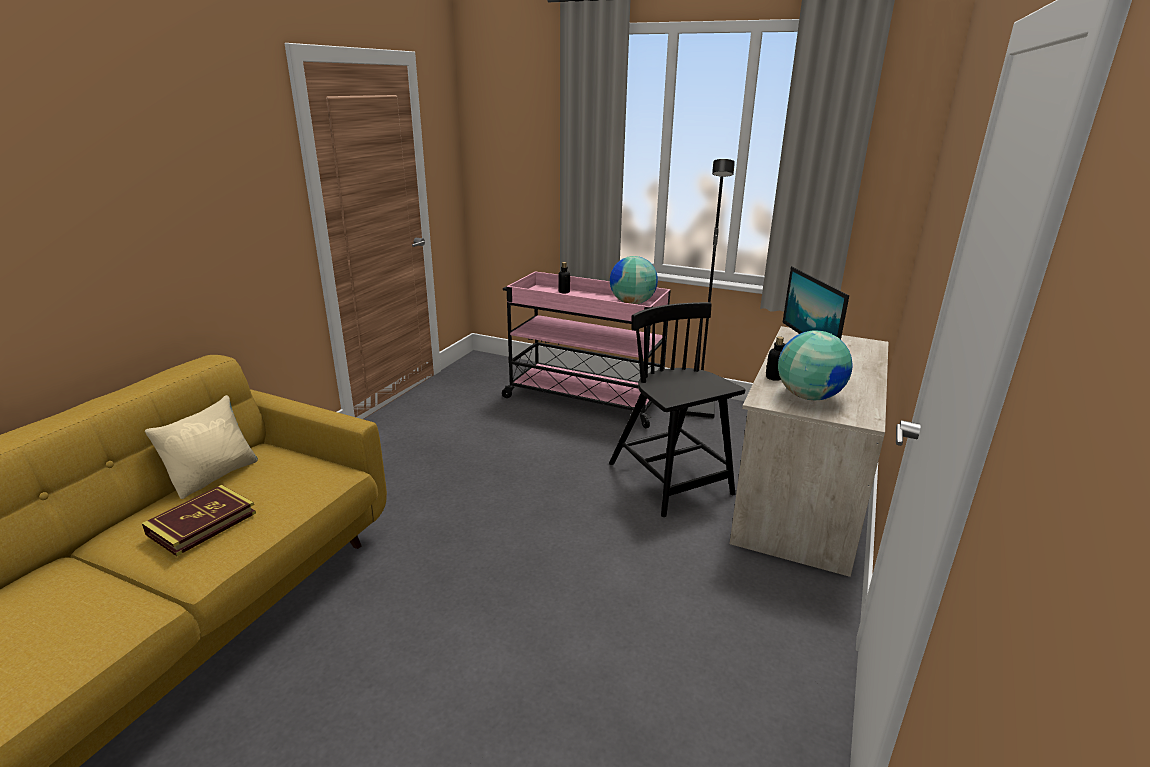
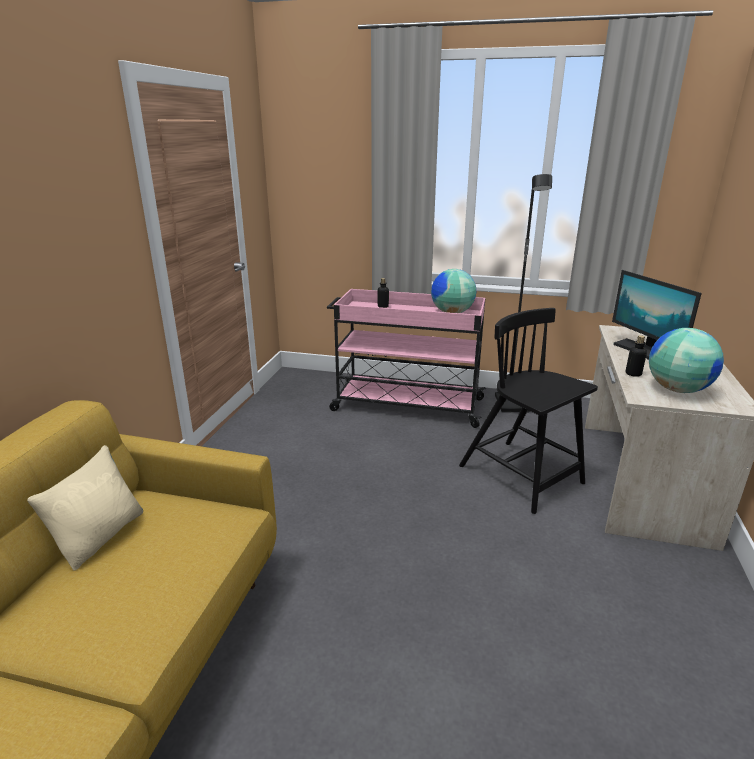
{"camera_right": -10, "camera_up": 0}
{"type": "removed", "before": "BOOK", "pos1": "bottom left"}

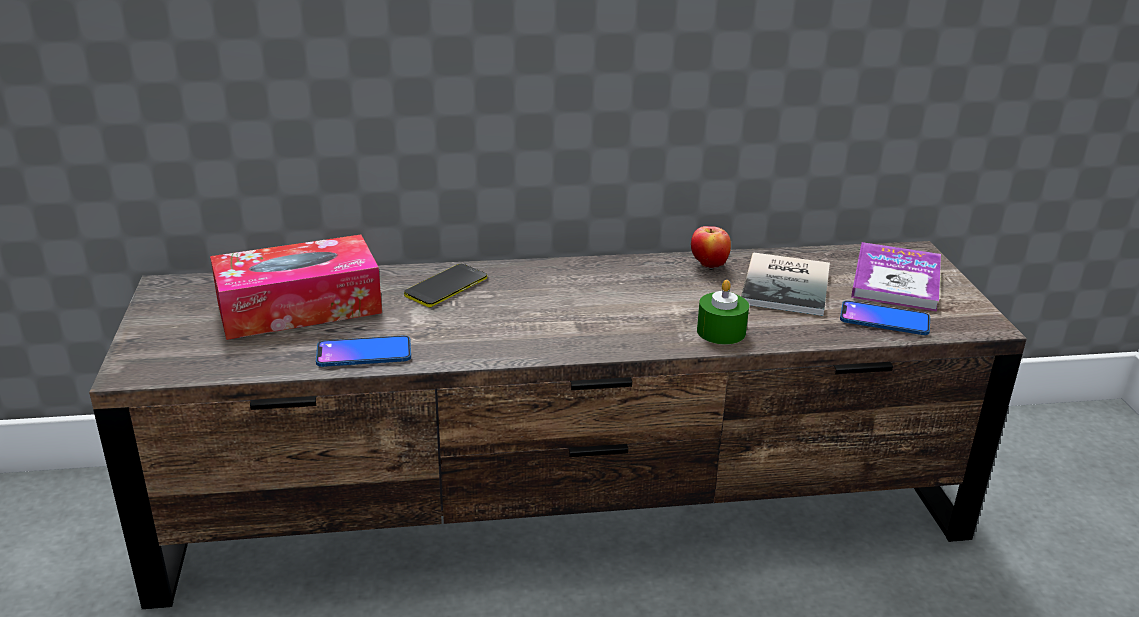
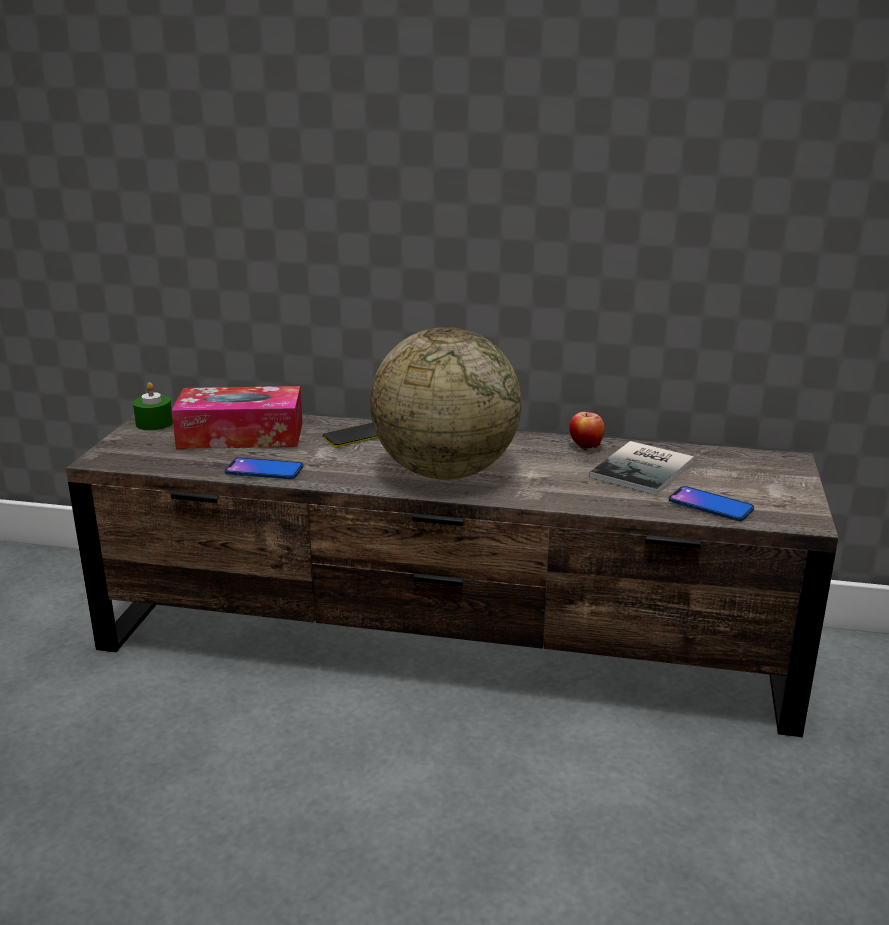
{"camera_right": 20, "camera_up": -5}
{"type": "moved", "before": "GREEN CANDLE", "pos1": "centre", "pos2": "middle left"}
{"type": "added", "after": "GLOBE", "pos2": "centre"}
{"type": "removed", "before": "BOOK (2nd from left)", "pos1": "middle right"}

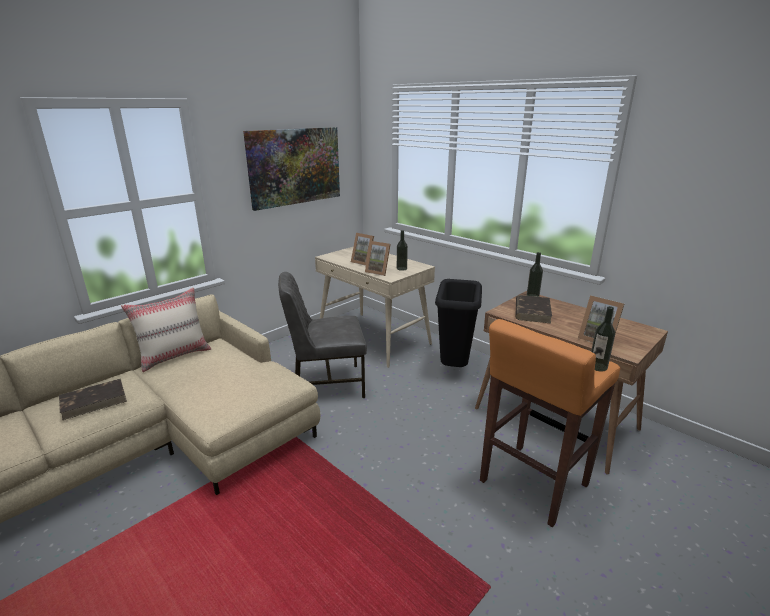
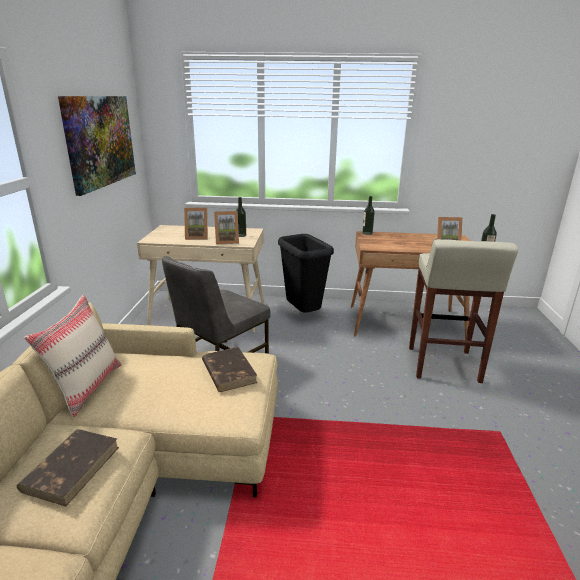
{"camera_right": -40, "camera_up": 0}
{"type": "moved", "before": "BROWN BOOK (2nd from left)", "pos1": "middle right", "pos2": "centre"}
{"type": "recoloured", "before": "ORANGE STOOL", "after": "BEIGE STOOL", "pos1": "bottom right", "pos2": "middle right"}

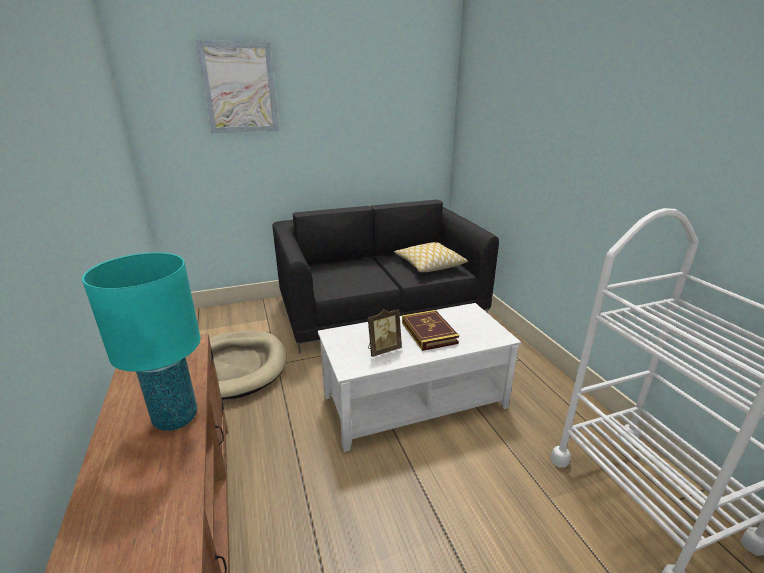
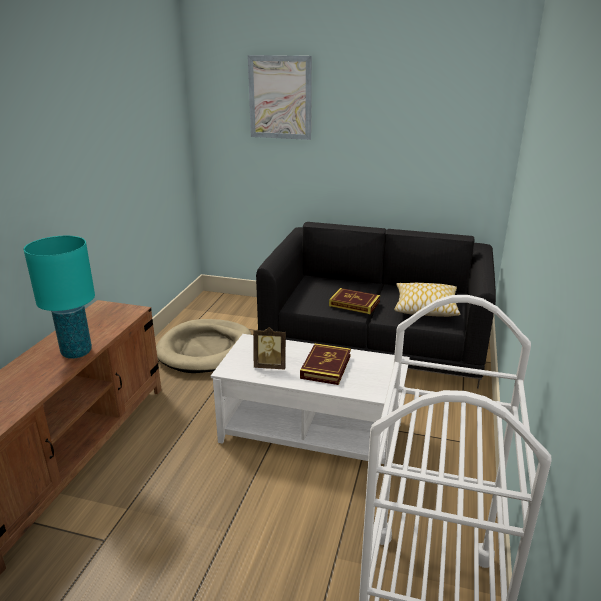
{"camera_right": 35, "camera_up": 0}
{"type": "added", "after": "BOOK (2nd from left)", "pos2": "centre"}

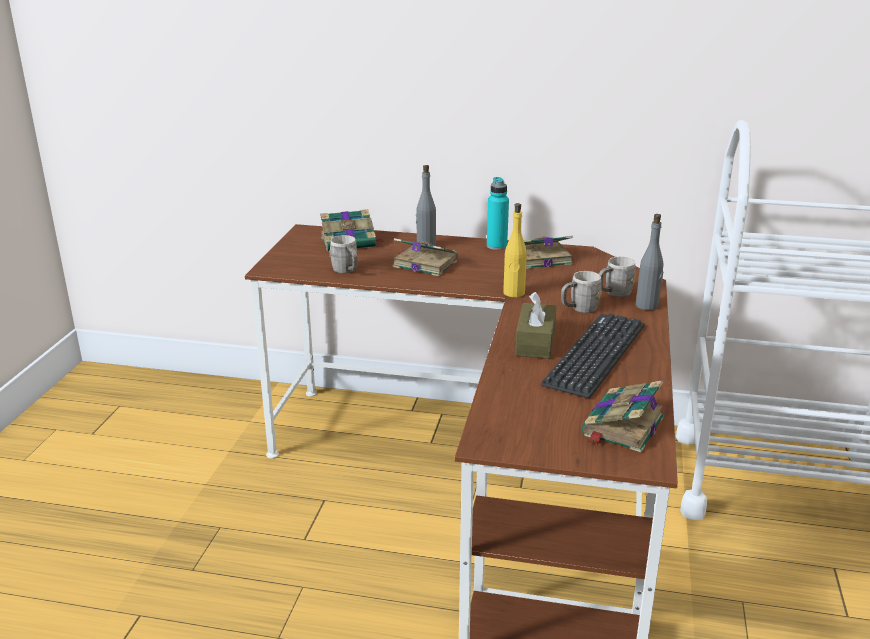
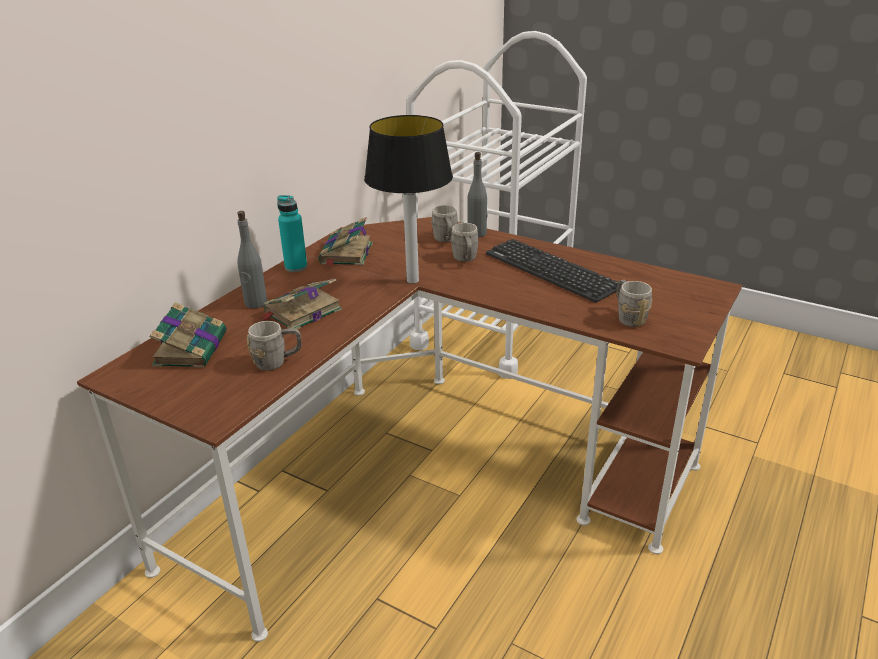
{"camera_right": -70, "camera_up": 5}
{"type": "replaced", "before": "YELLOW BOTTLE", "after": "TABLE LAMP", "pos1": "centre", "pos2": "top centre"}
{"type": "added", "after": "GREY MUG (4th from left)", "pos2": "middle right"}
{"type": "removed", "before": "BROWN TISSUE BOX", "pos1": "centre"}
{"type": "removed", "before": "BOOK (4th from left)", "pos1": "middle right"}

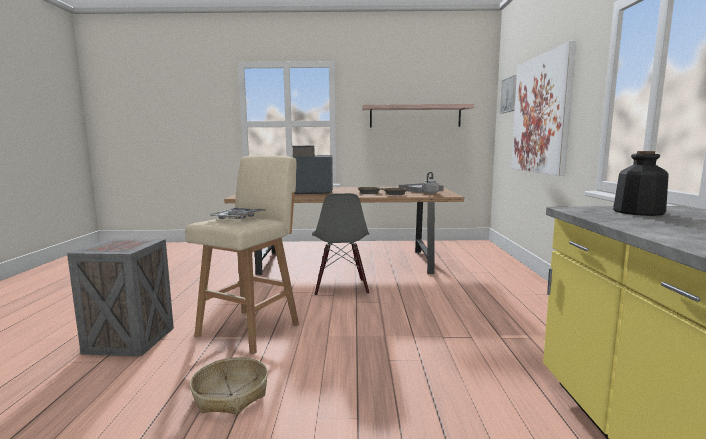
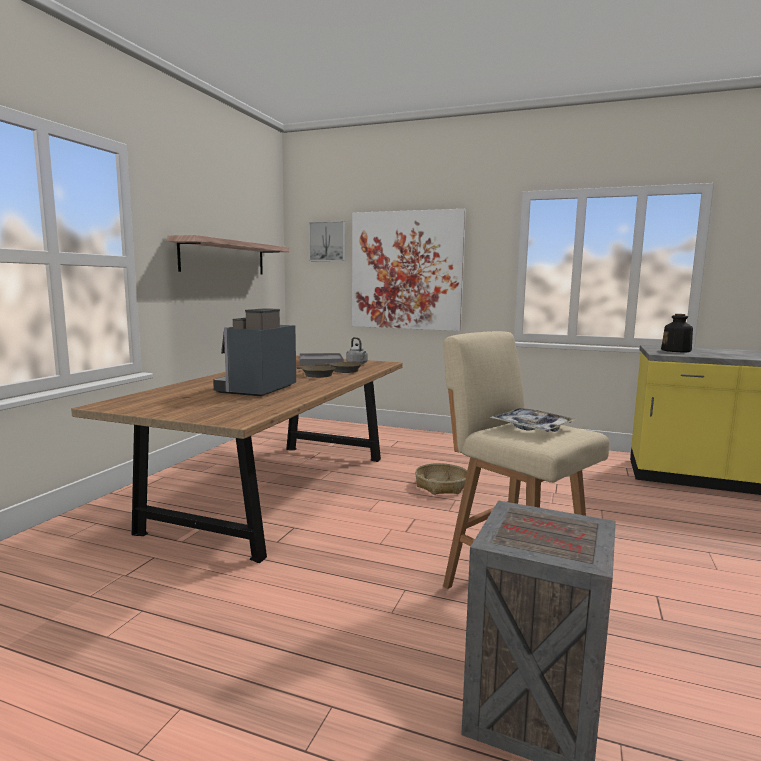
{"camera_right": -70, "camera_up": 0}
{"type": "moved", "before": "BASKET", "pos1": "bottom left", "pos2": "centre"}
{"type": "removed", "before": "GREY CHAIR", "pos1": "centre"}

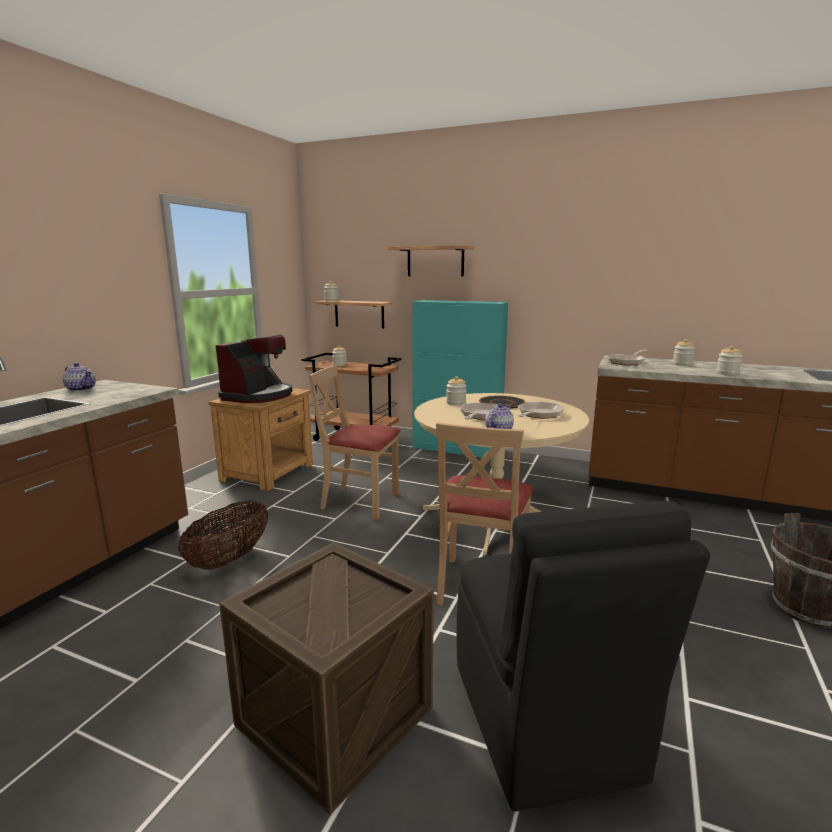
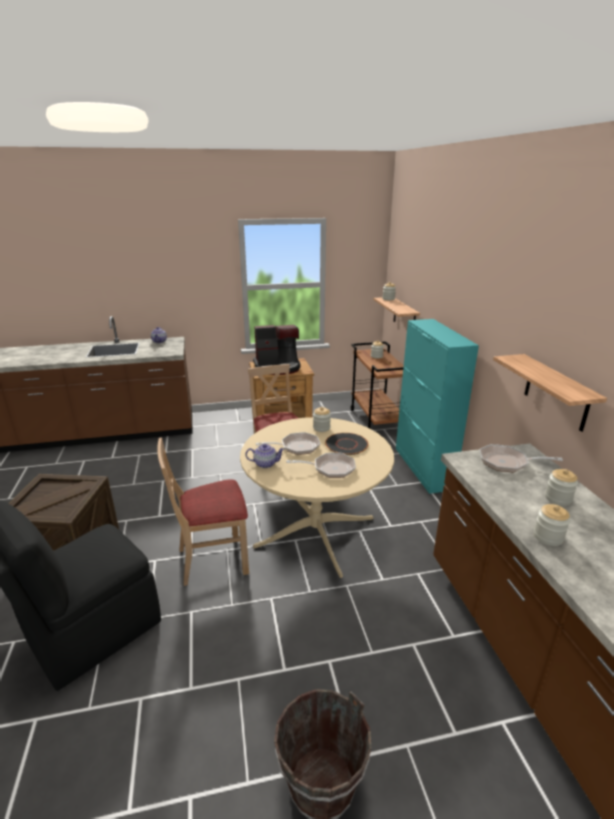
{"camera_right": 55, "camera_up": 10}
{"type": "moved", "before": "SHELF (2nd from left)", "pos1": "top centre", "pos2": "middle right"}
{"type": "removed", "before": "BASKET", "pos1": "middle left"}

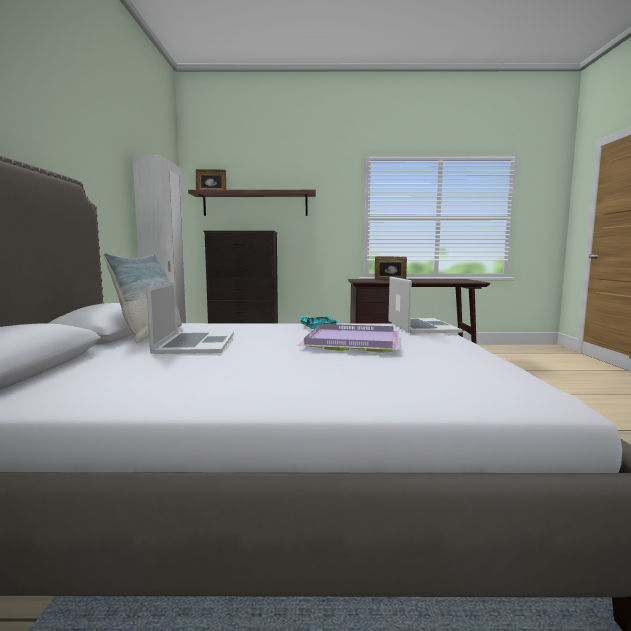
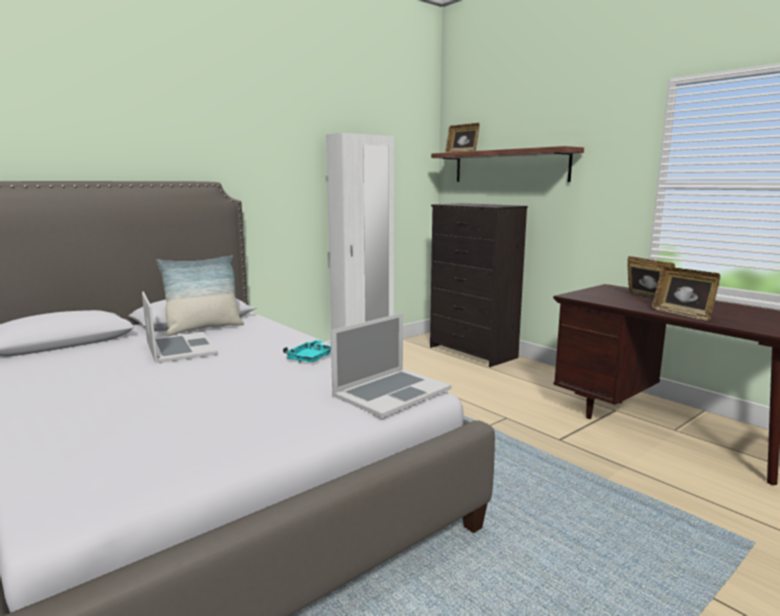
{"camera_right": 50, "camera_up": 5}
{"type": "turned", "before": "LAPTOP (1st from left)", "pos1": "middle left", "pos2": "middle left", "turn": -75}
{"type": "added", "after": "PICTURE FRAME (3rd from left)", "pos2": "middle right"}
{"type": "removed", "before": "PURPLE TRAY", "pos1": "centre"}

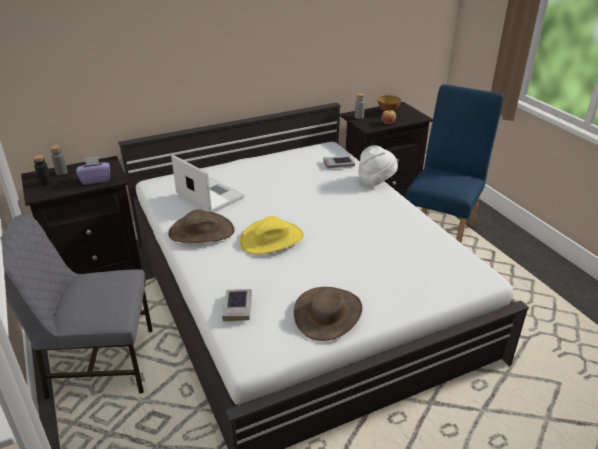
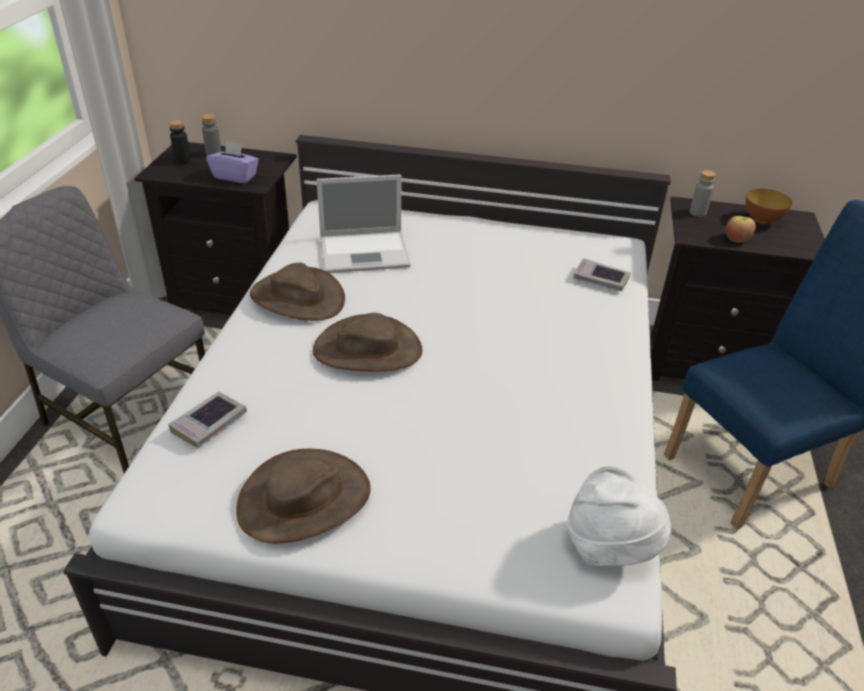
{"camera_right": 35, "camera_up": 5}
{"type": "recoloured", "before": "YELLOW HAT", "after": "BROWN HAT (3rd from left)", "pos1": "centre", "pos2": "centre"}
{"type": "turned", "before": "LAPTOP", "pos1": "centre", "pos2": "top centre", "turn": 90}
{"type": "moved", "before": "WHITE HAT", "pos1": "centre", "pos2": "bottom right"}

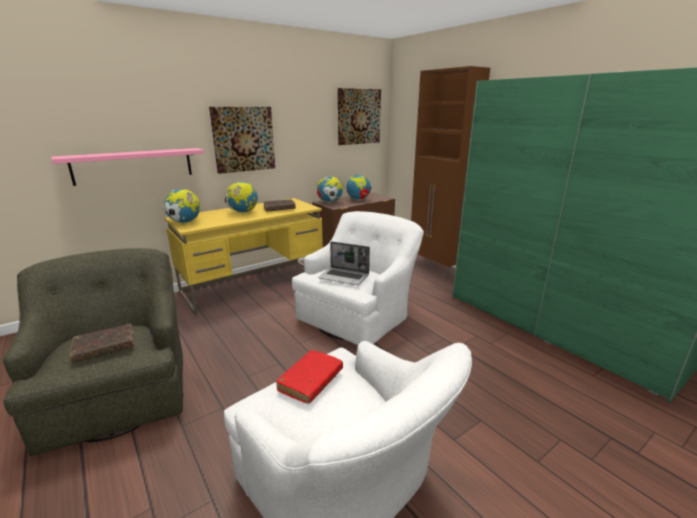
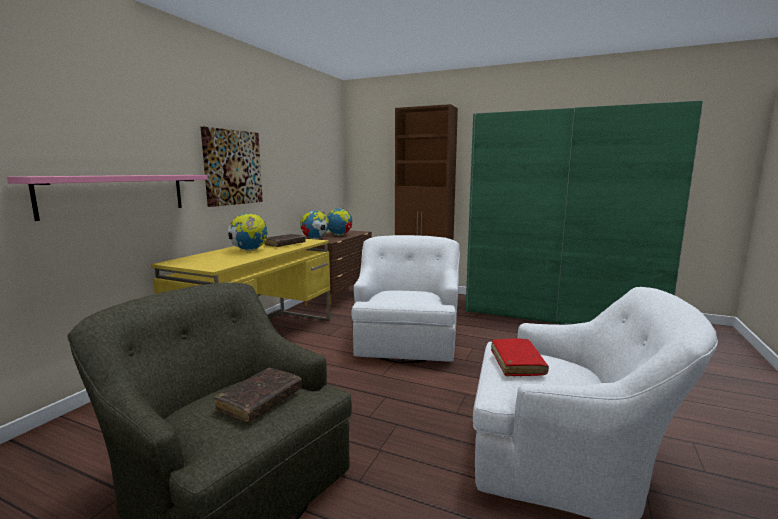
{"camera_right": -30, "camera_up": -10}
{"type": "removed", "before": "GLOBE (1st from left)", "pos1": "middle left"}
{"type": "removed", "before": "LAPTOP", "pos1": "centre"}
{"type": "removed", "before": "PICTURE (2nd from left)", "pos1": "top centre"}

